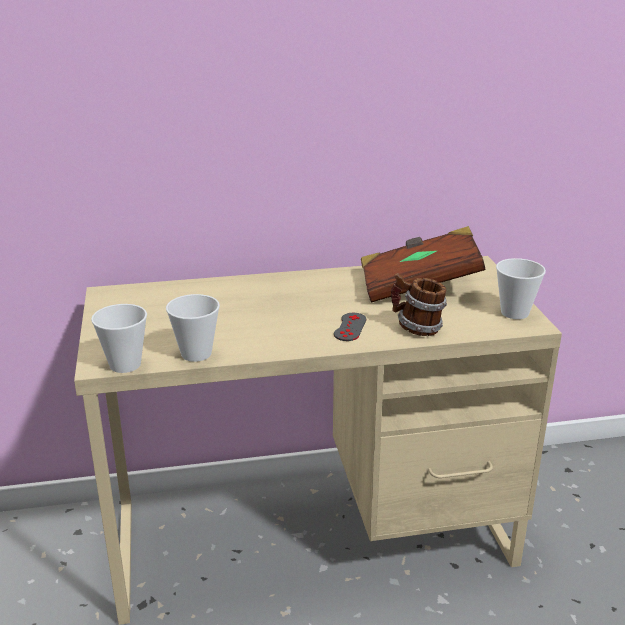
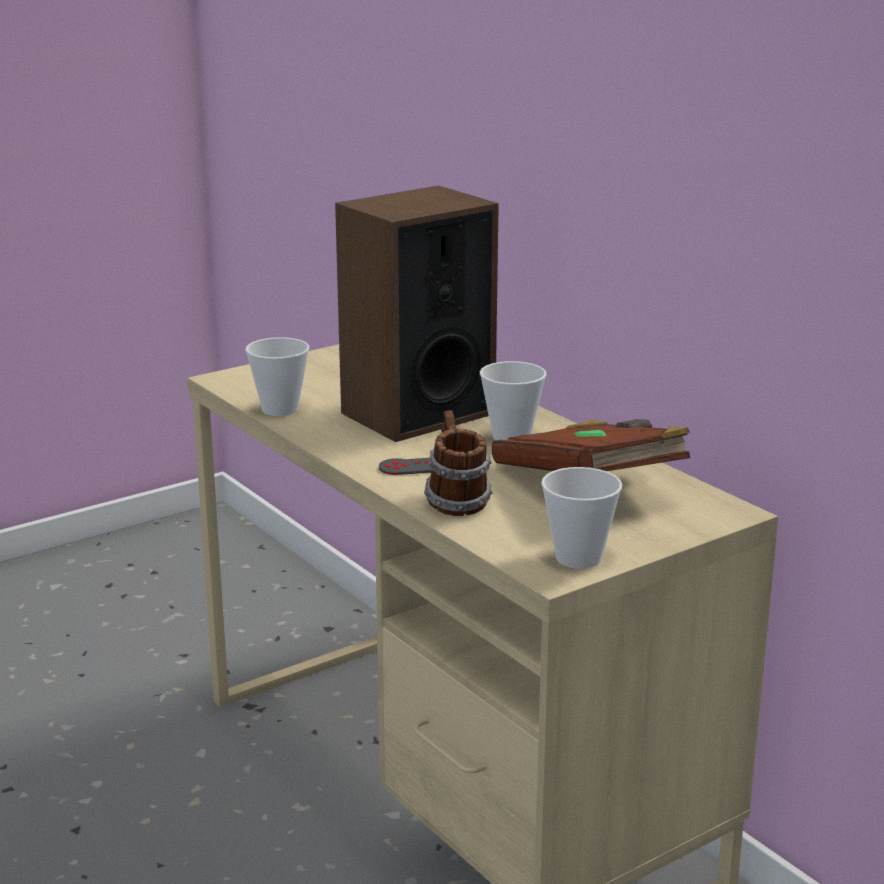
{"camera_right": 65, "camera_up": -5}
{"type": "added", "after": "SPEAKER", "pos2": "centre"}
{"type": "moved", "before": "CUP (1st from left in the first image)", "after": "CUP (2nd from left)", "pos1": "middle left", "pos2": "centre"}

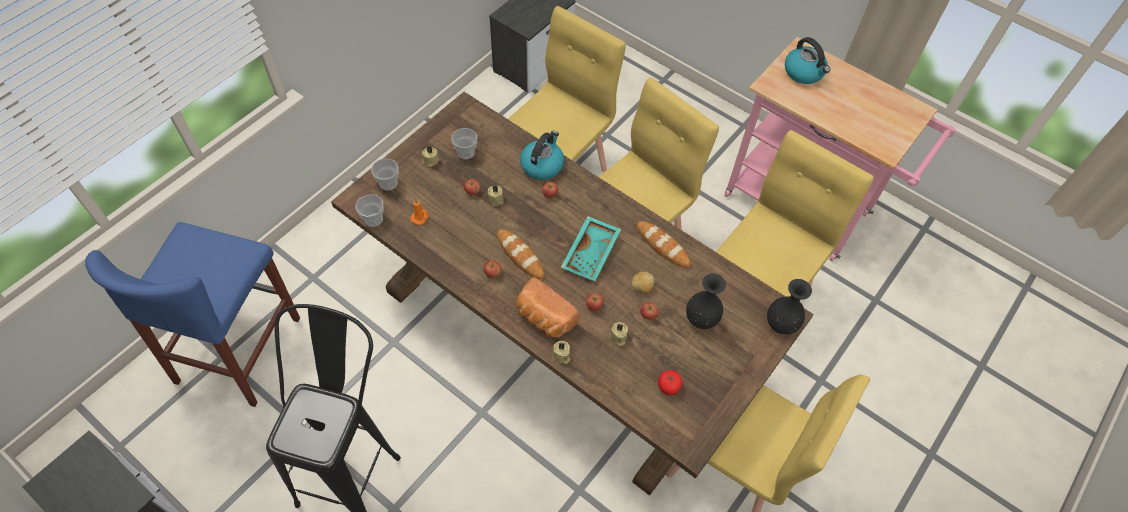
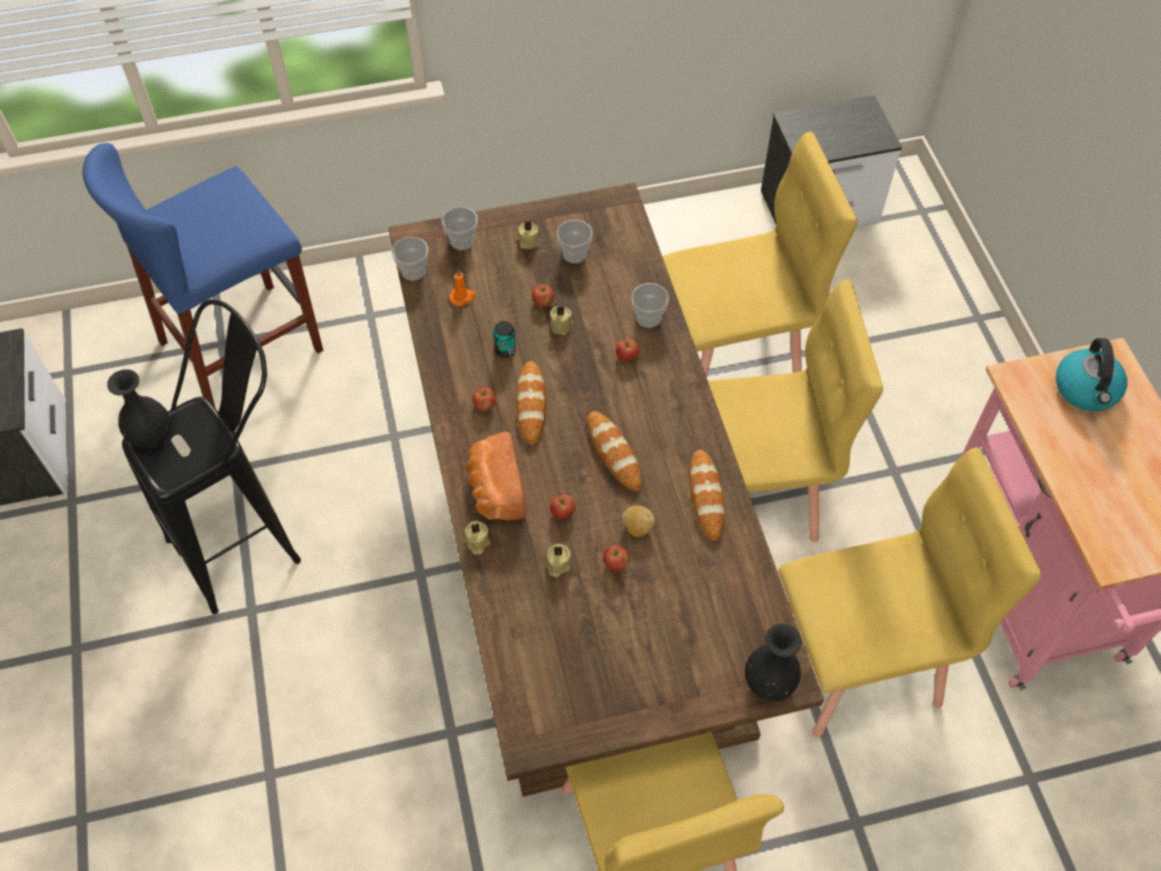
{"camera_right": 40, "camera_up": 0}
{"type": "moved", "before": "BLACK VASE (1st from left)", "pos1": "centre", "pos2": "middle left"}
{"type": "added", "after": "CAN", "pos2": "centre"}
{"type": "replaced", "before": "TURQUOISE TRAY", "after": "BREAD (3rd from left)", "pos1": "centre", "pos2": "centre"}
{"type": "replaced", "before": "KETTLE (1st from left)", "after": "CUP (4th from left)", "pos1": "top centre", "pos2": "centre"}
{"type": "removed", "before": "TOMATO", "pos1": "bottom centre"}

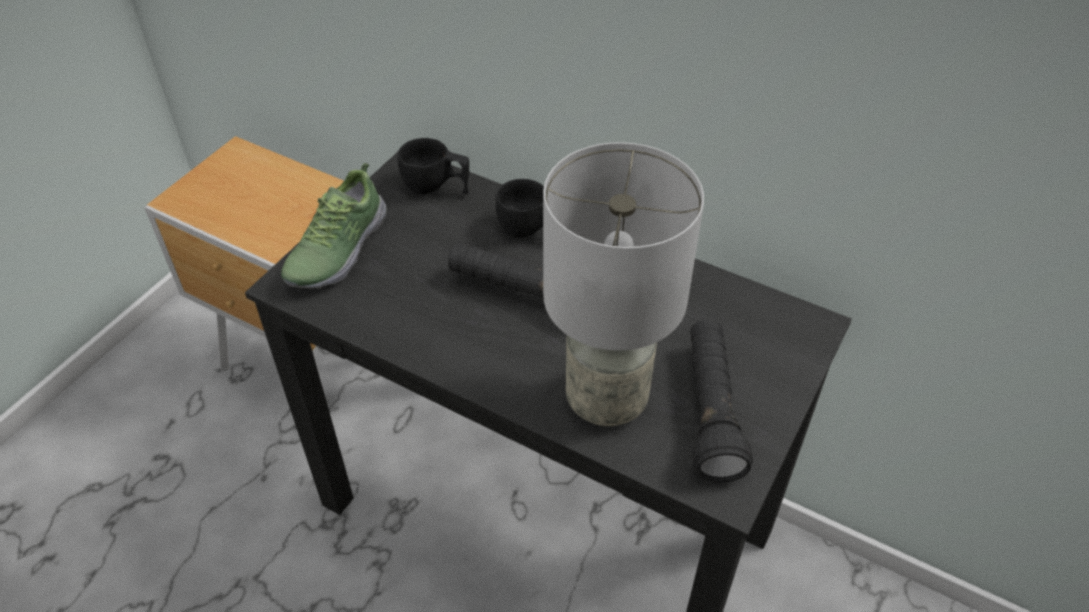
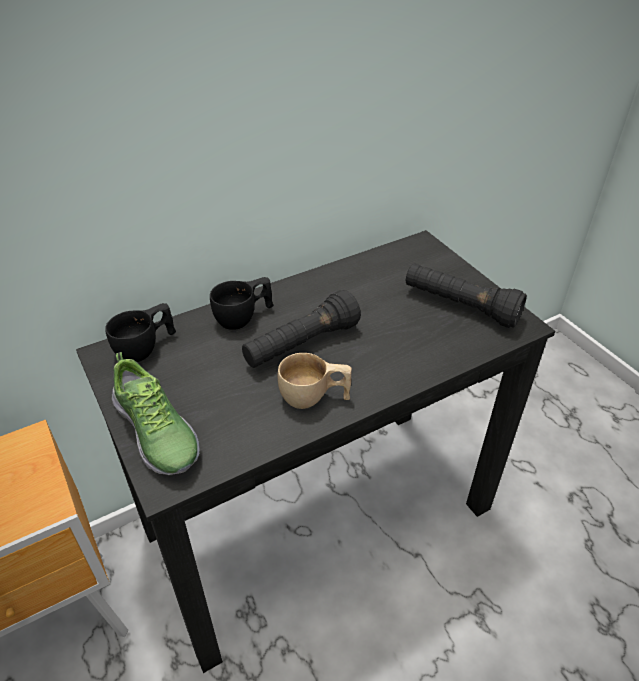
{"camera_right": -60, "camera_up": -5}
{"type": "added", "after": "BEIGE CUP", "pos2": "centre"}
{"type": "removed", "before": "GREY TABLE LAMP", "pos1": "centre"}

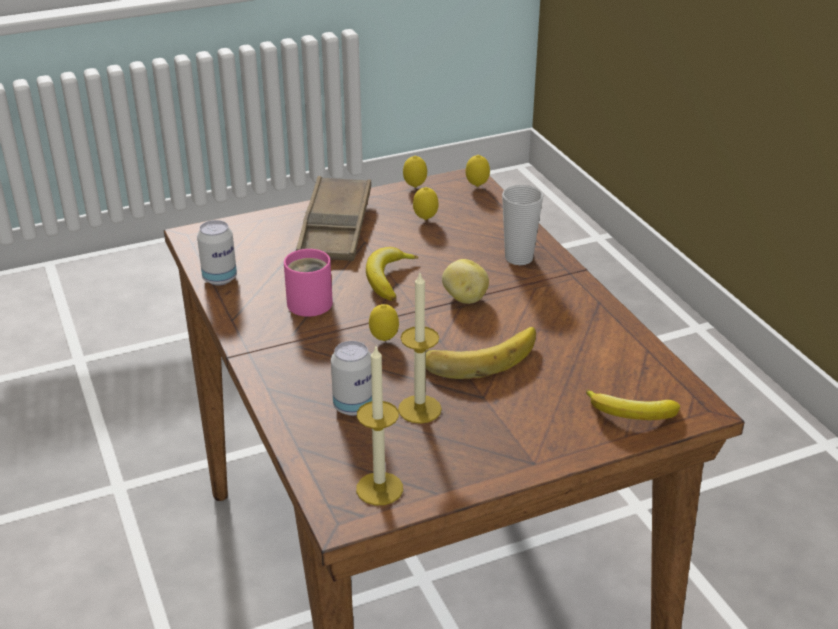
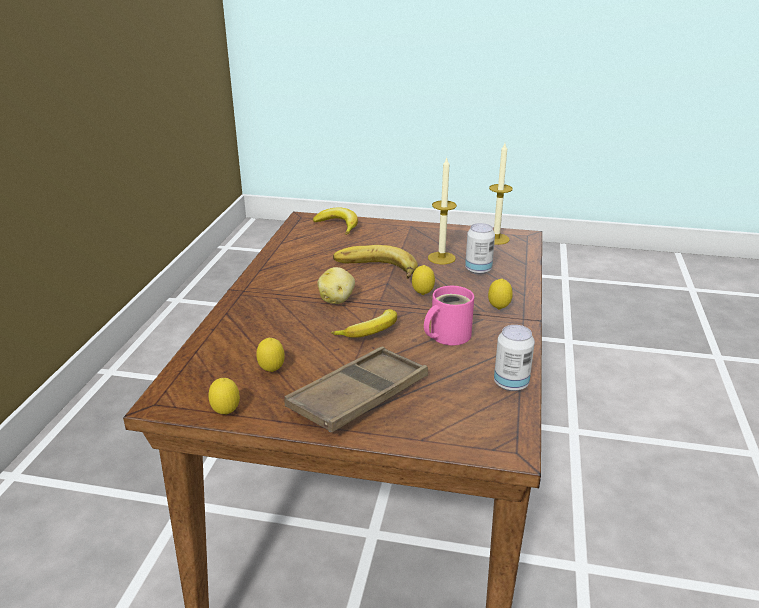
{"camera_right": -145, "camera_up": -5}
{"type": "moved", "before": "LEMON (4th from left)", "pos1": "top centre", "pos2": "centre"}
{"type": "removed", "before": "CUP", "pos1": "centre"}

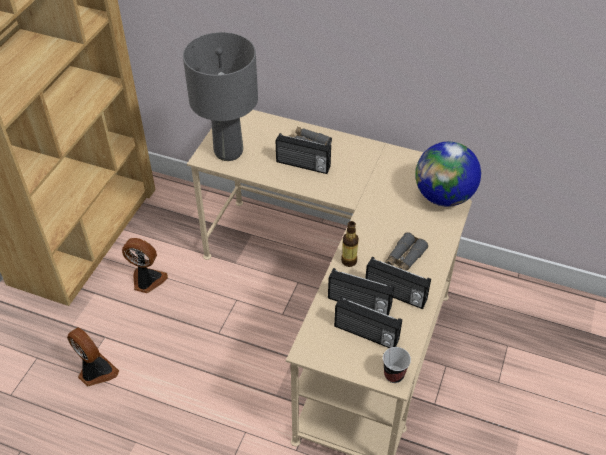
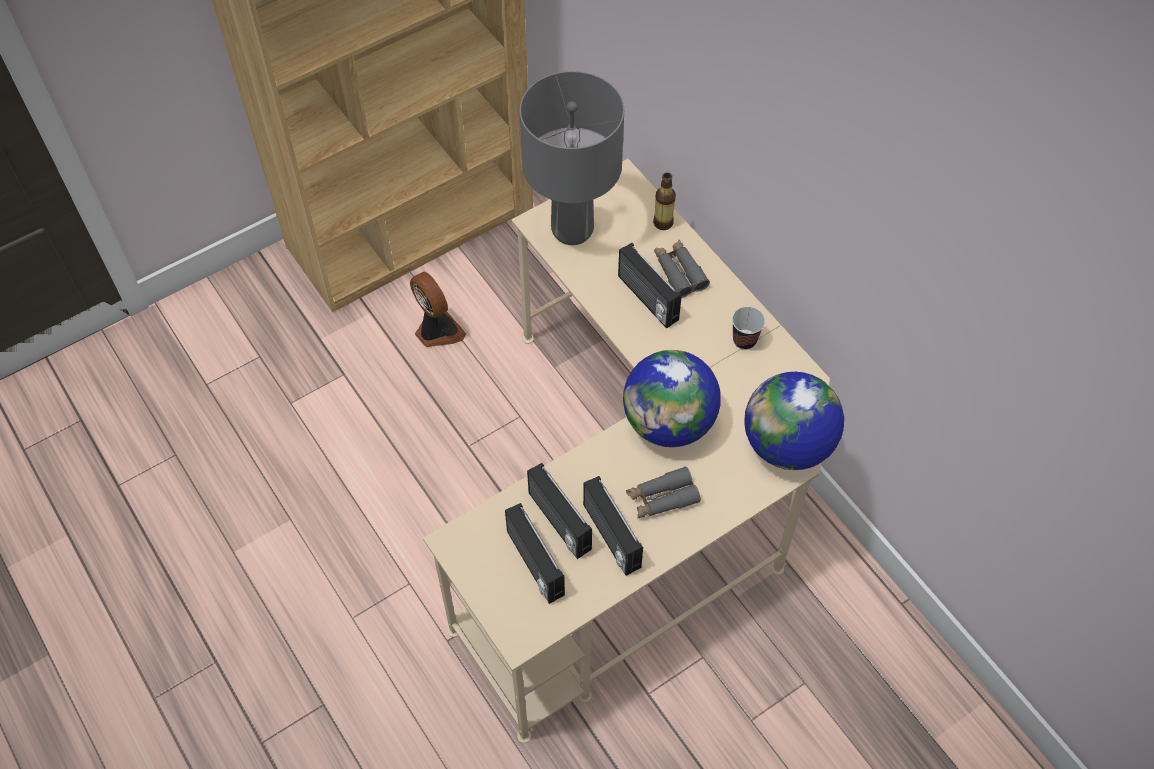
{"camera_right": 35, "camera_up": 10}
{"type": "added", "after": "GLOBE (1st from left)", "pos2": "centre"}
{"type": "moved", "before": "BOTTLE", "pos1": "centre", "pos2": "top centre"}
{"type": "moved", "before": "CUP", "pos1": "bottom centre", "pos2": "centre"}
{"type": "removed", "before": "FAN (1st from left)", "pos1": "bottom left"}

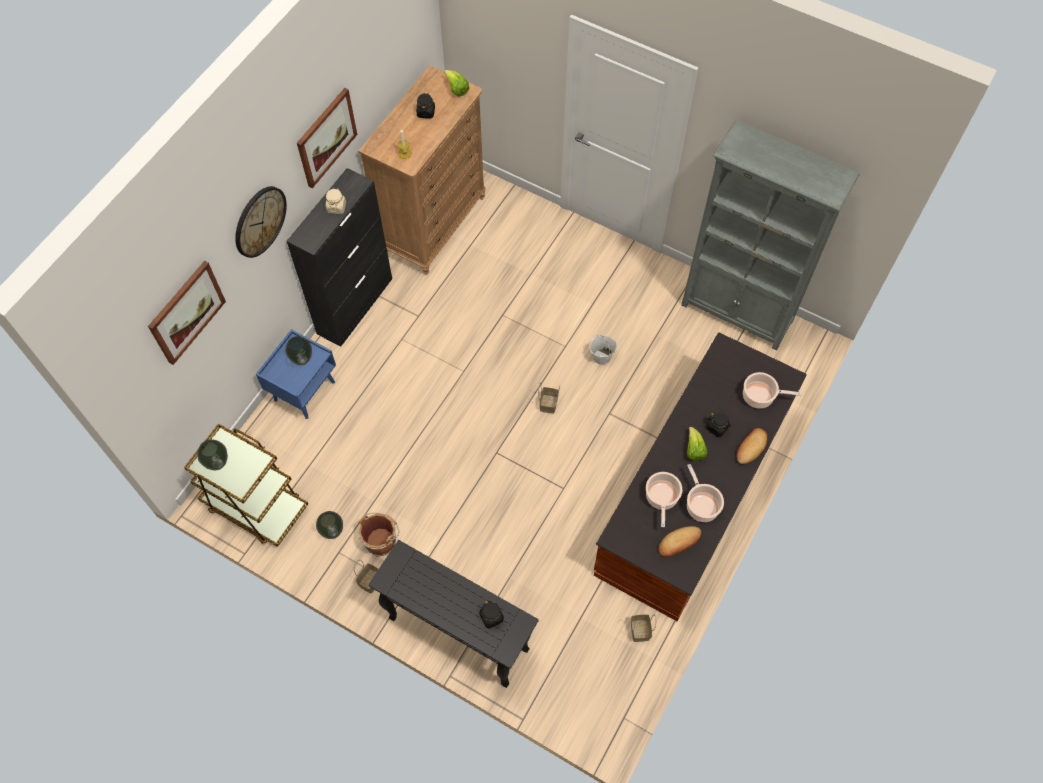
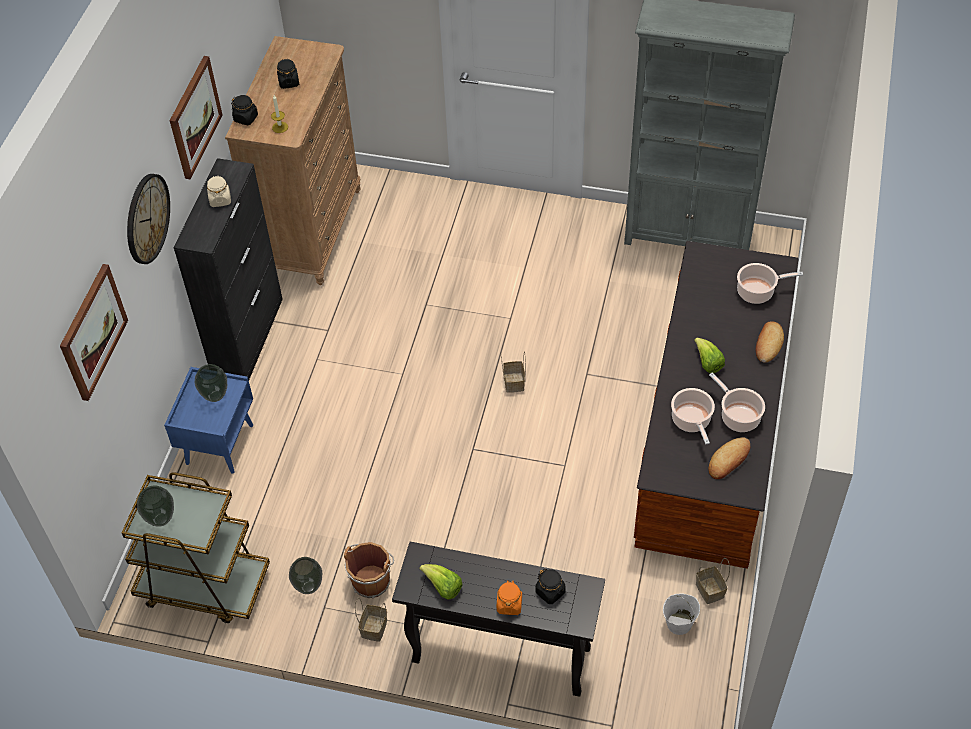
{"camera_right": -15, "camera_up": -10}
{"type": "moved", "before": "BLACK JAR (3rd from left in the first image)", "after": "BLACK JAR (1st from left)", "pos1": "middle right", "pos2": "top left"}
{"type": "moved", "before": "LETTUCE (1st from left)", "pos1": "top centre", "pos2": "bottom centre"}
{"type": "added", "after": "ORANGE JAR", "pos2": "bottom centre"}
{"type": "moved", "before": "WHITE BUCKET", "pos1": "centre", "pos2": "bottom right"}

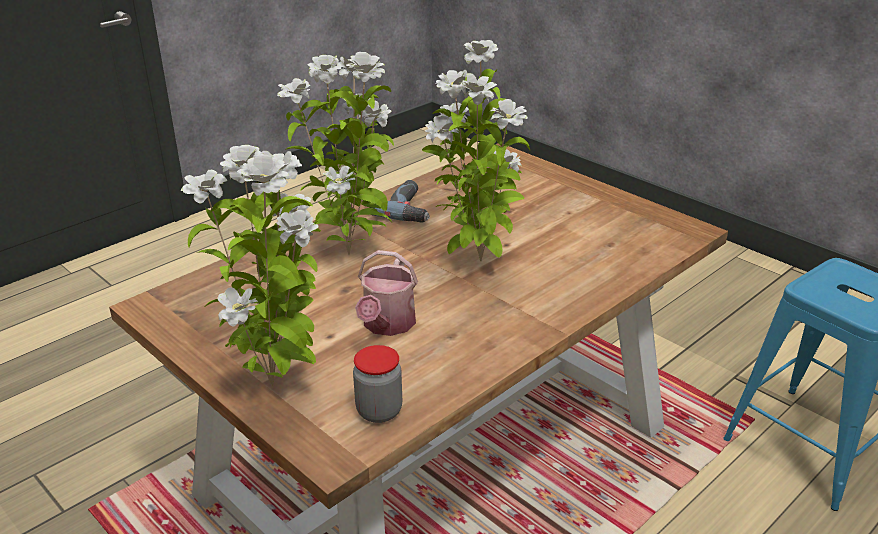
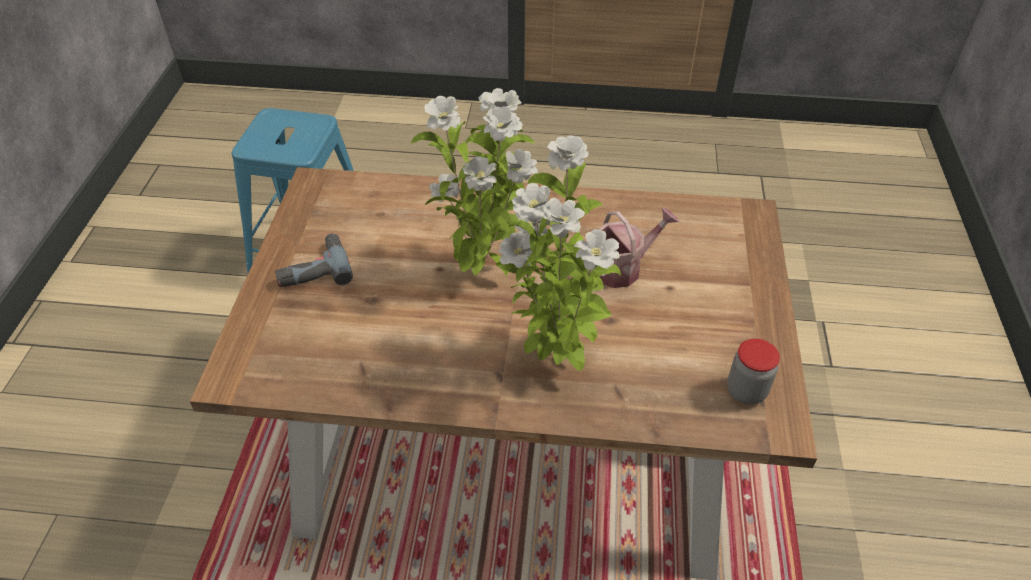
{"camera_right": -130, "camera_up": 15}
{"type": "moved", "before": "POWER DRILL", "pos1": "centre", "pos2": "middle left"}
{"type": "moved", "before": "JAR", "pos1": "bottom centre", "pos2": "middle right"}
{"type": "removed", "before": "POTTED PLANT (1st from left)", "pos1": "middle left"}

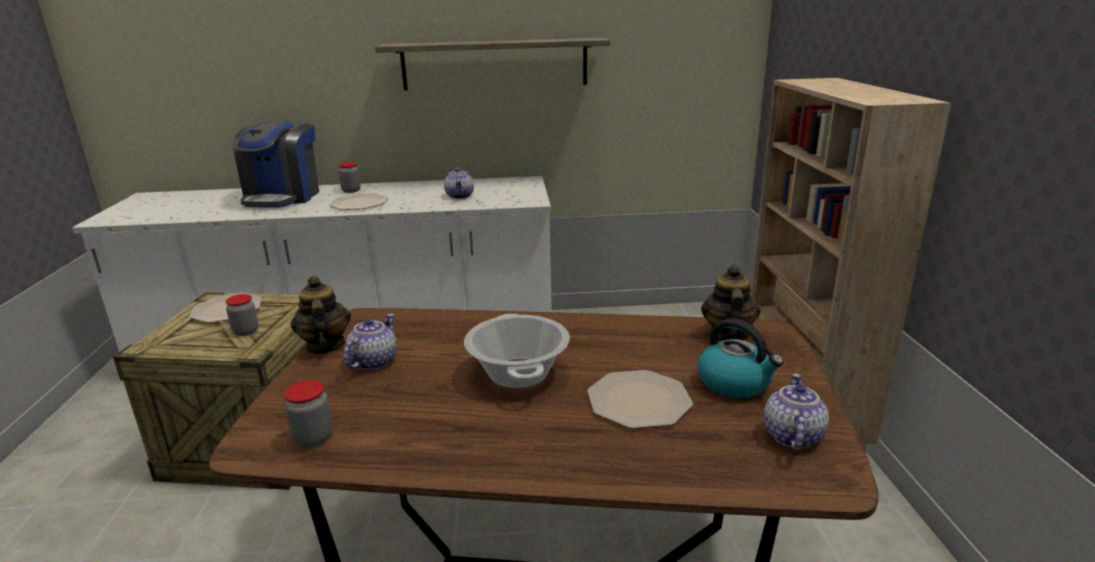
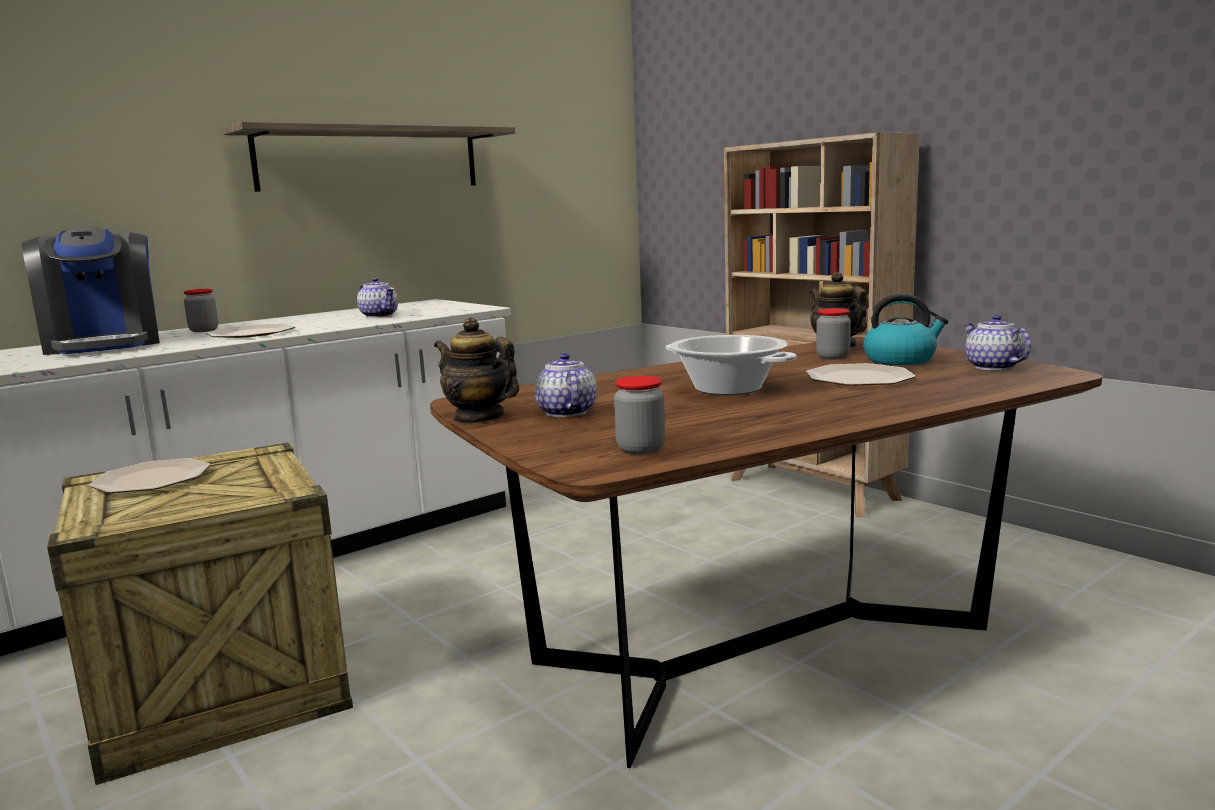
{"camera_right": -35, "camera_up": -10}
{"type": "moved", "before": "JAR (1st from left in the first image)", "after": "JAR (3rd from left)", "pos1": "middle left", "pos2": "middle right"}

